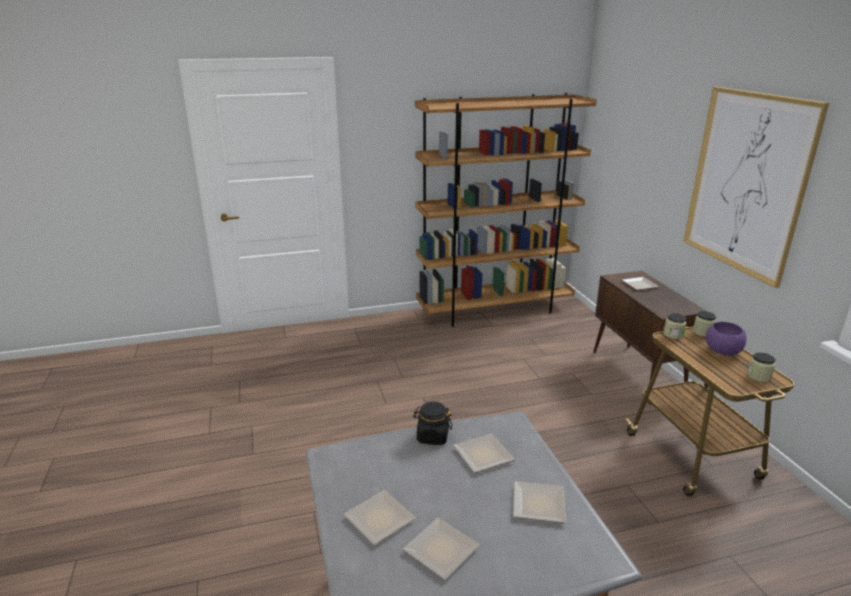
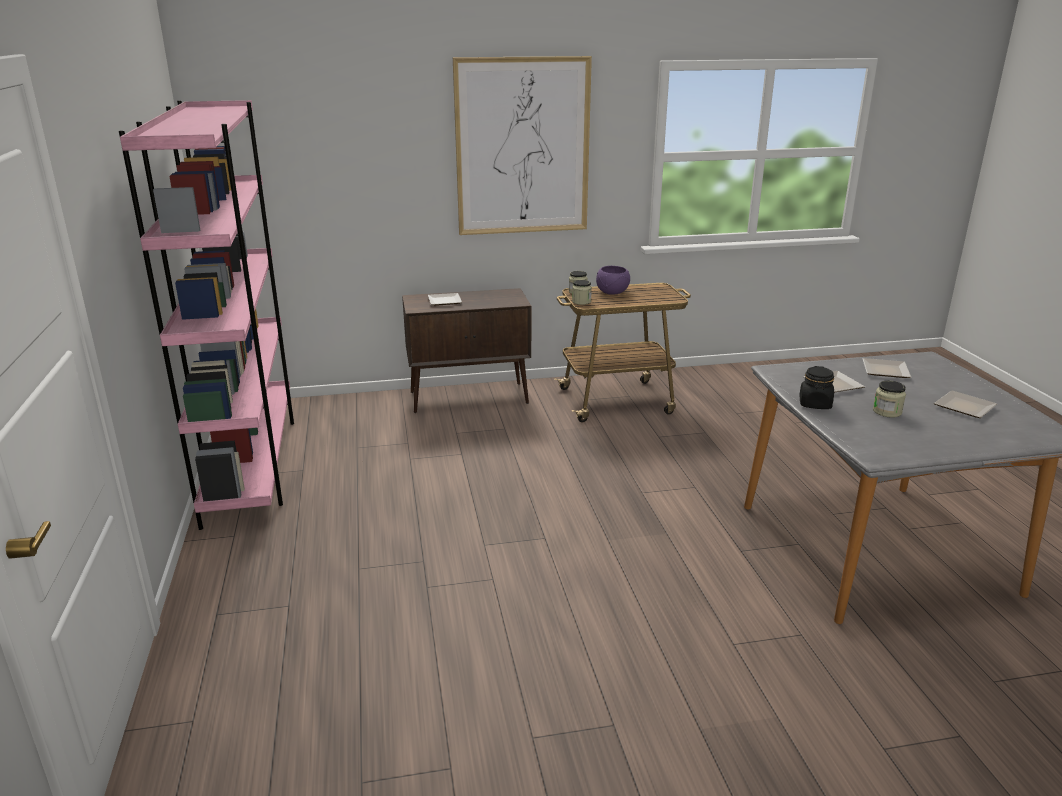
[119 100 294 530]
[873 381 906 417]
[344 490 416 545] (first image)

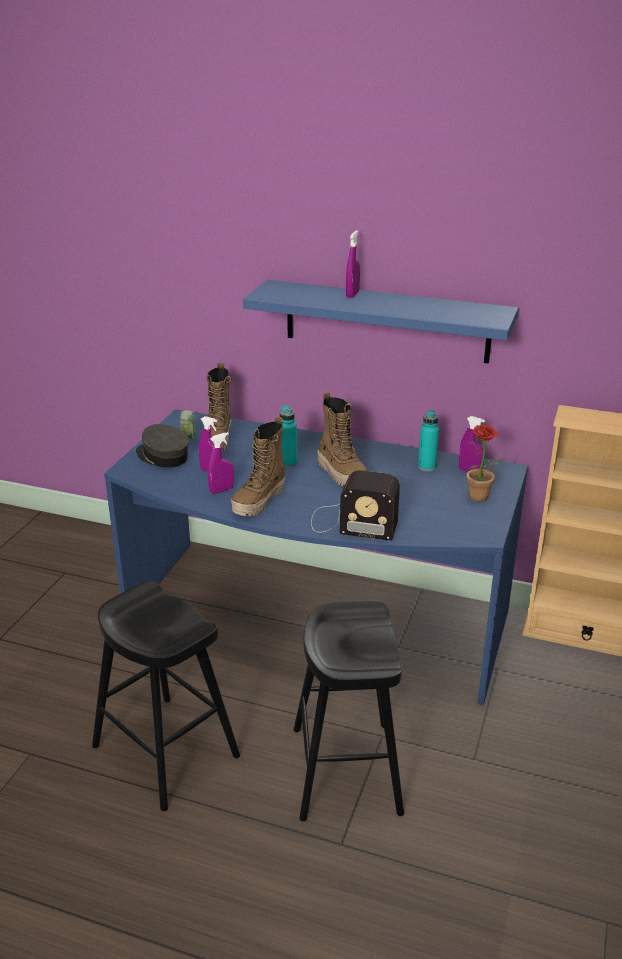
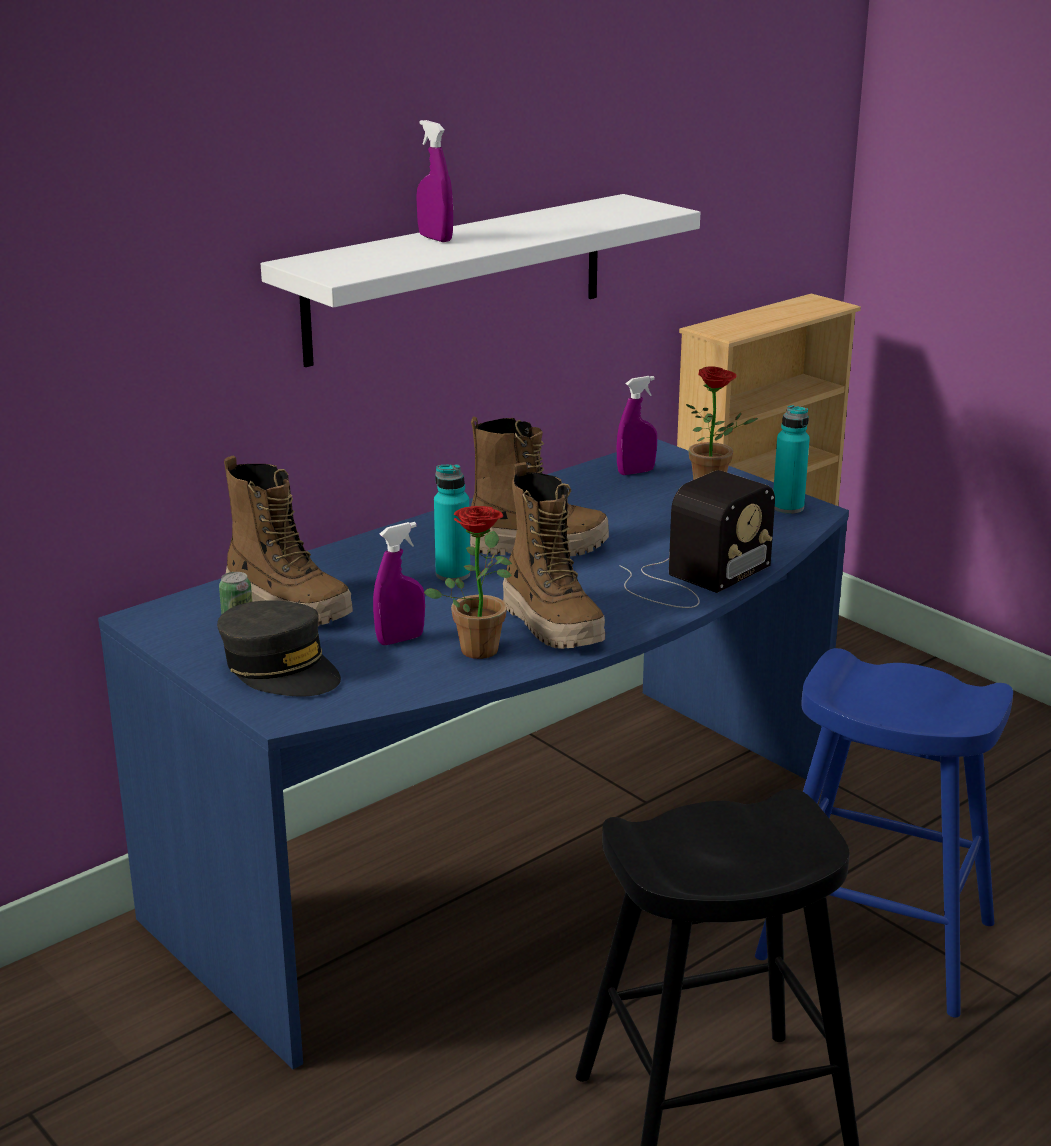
[217 600 341 696]
[261 194 700 367]
[423 506 512 659]
[755 648 1013 1017]
[773 405 810 514]

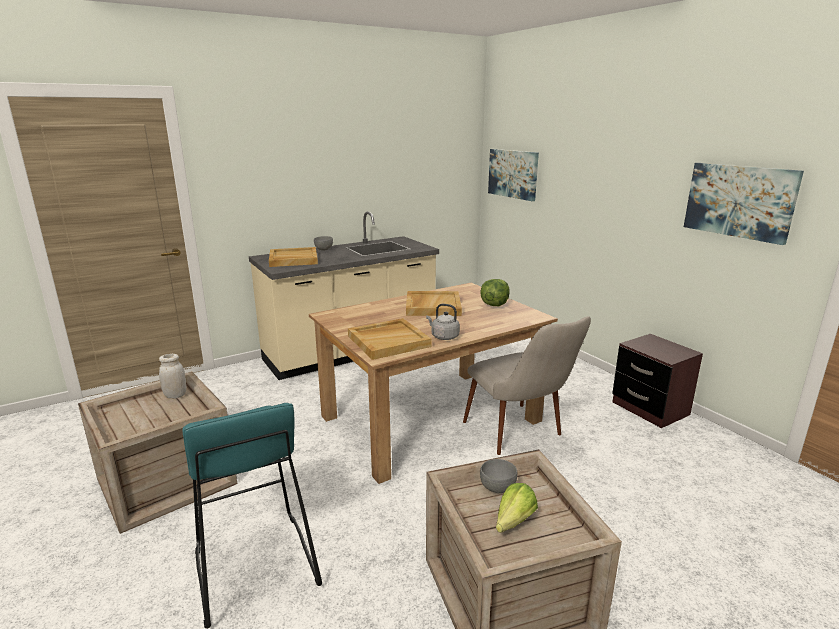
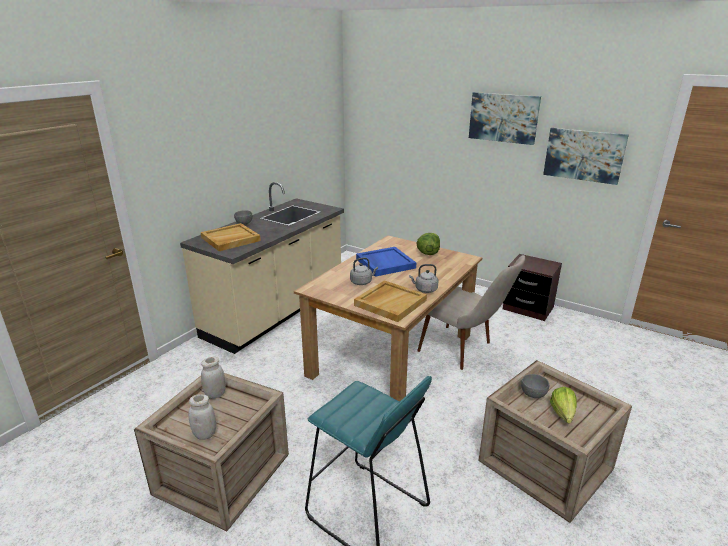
[188 394 216 440]
[350 258 378 285]
[356 247 416 277]
[469 92 541 145]

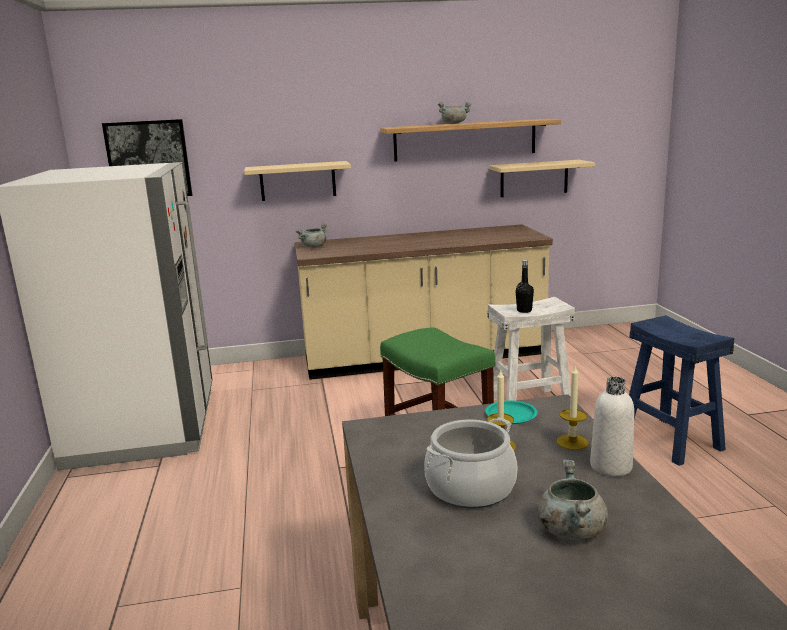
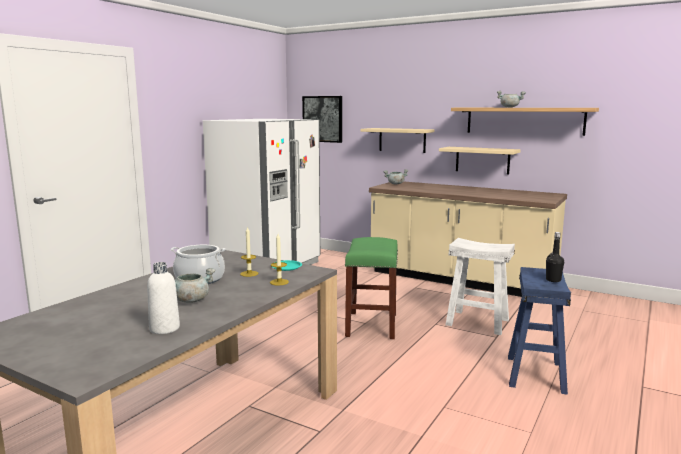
[147 262 180 334]
[439 147 520 174]
[546 232 564 282]

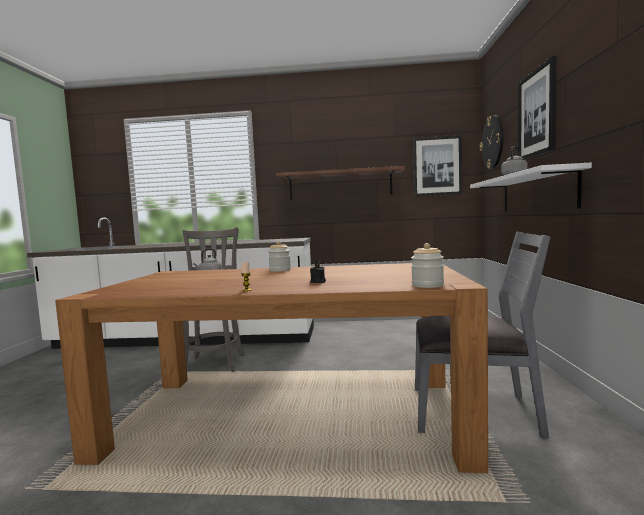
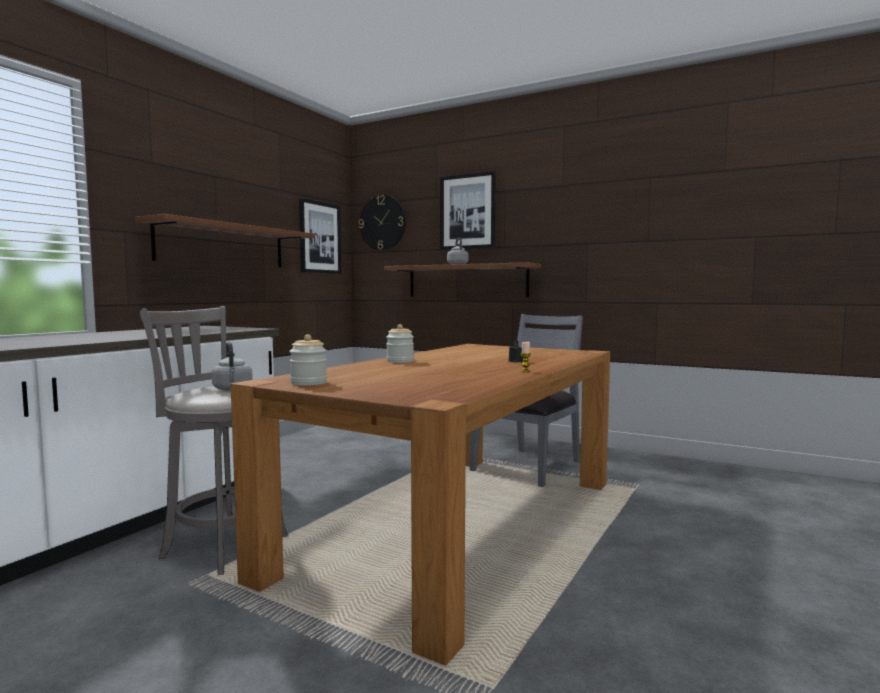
[289 334 327 386]
[384 262 541 297]

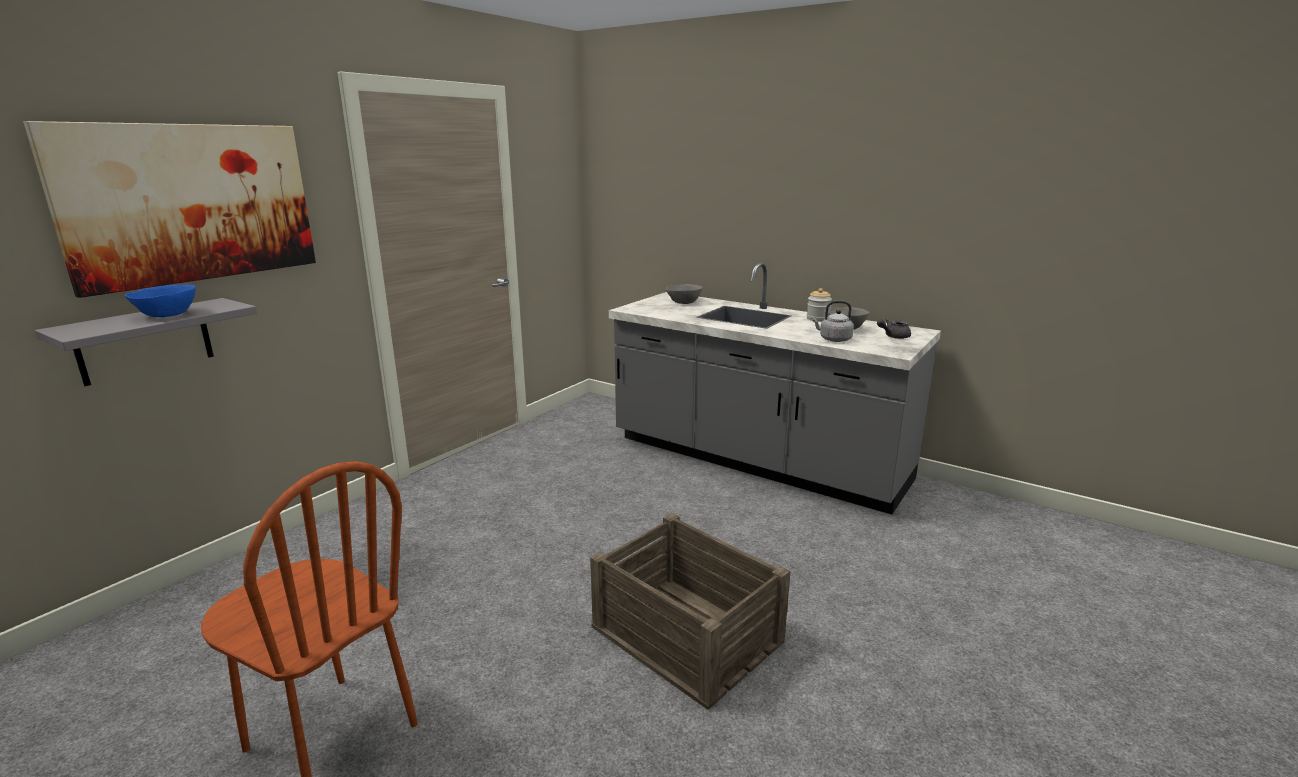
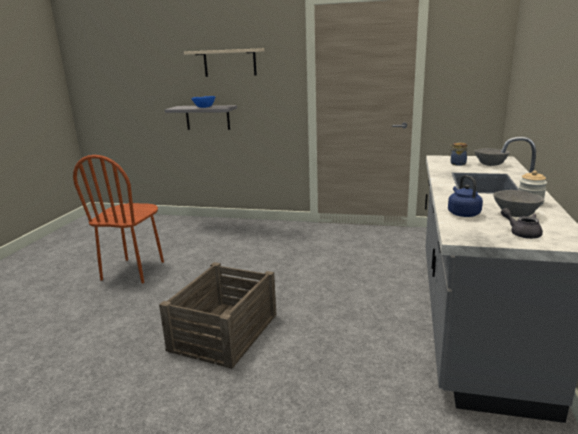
[184 48 264 77]
[448 175 483 217]
[449 143 468 166]

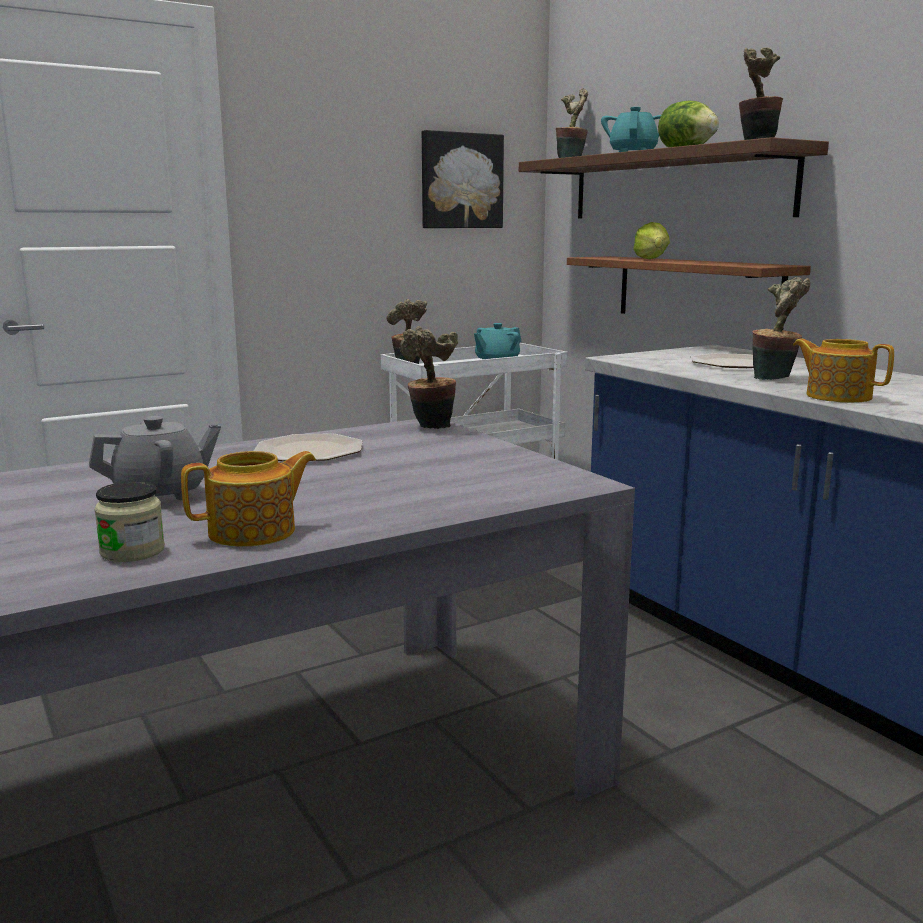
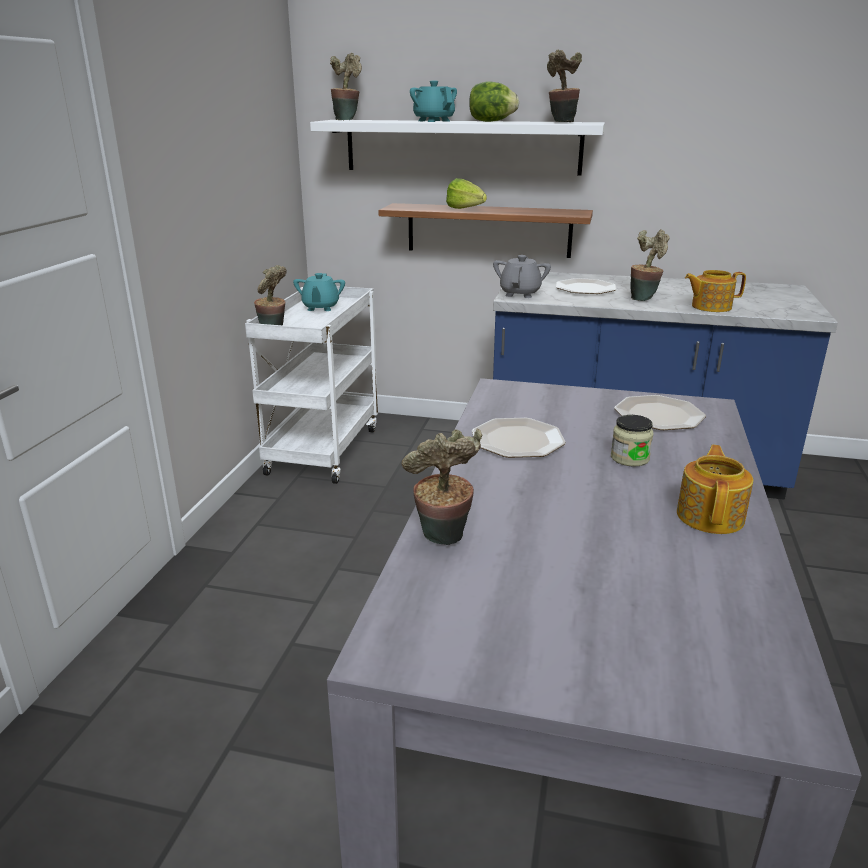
[310 120 605 176]
[401 429 482 545]
[493 255 551 298]
[611 415 653 467]
[614 395 706 430]
[422 130 504 228] (first image)

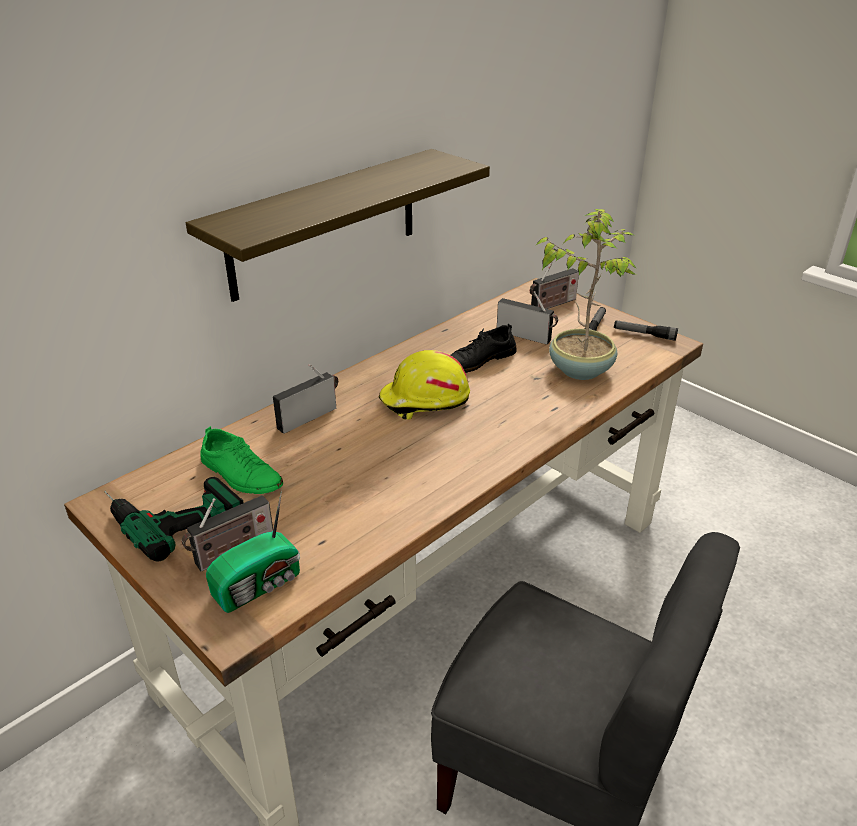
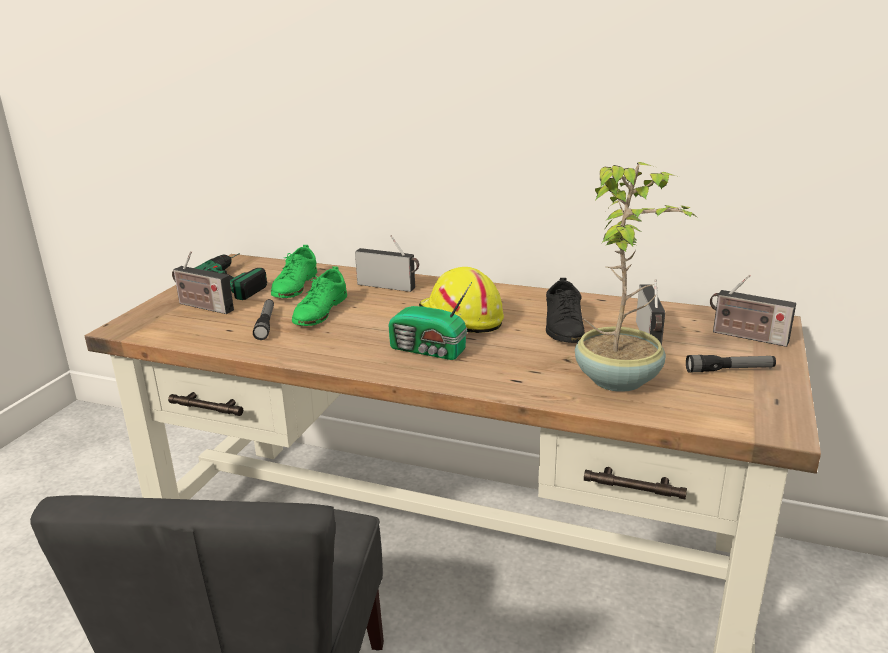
[253 299 274 340]
[292 266 347 326]
[388 282 472 360]
[546 278 585 343]
[186 149 490 302] (first image)

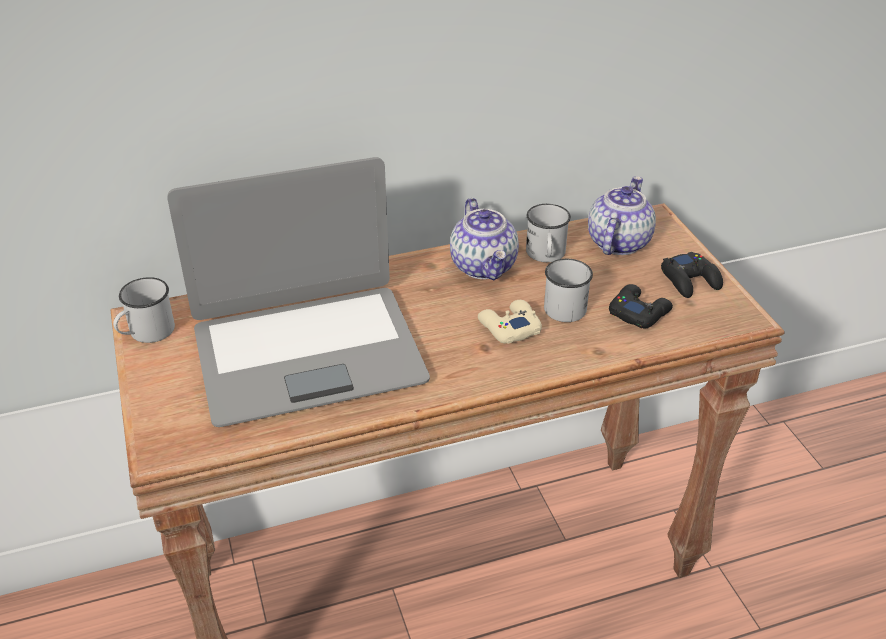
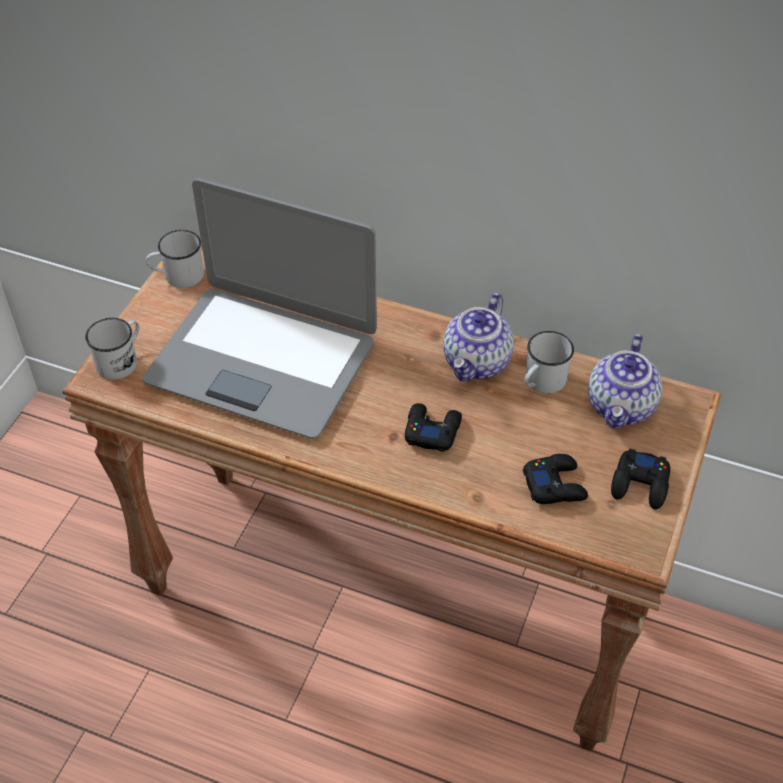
[85 318 139 380]
[405 403 462 452]
[588 334 662 428]

